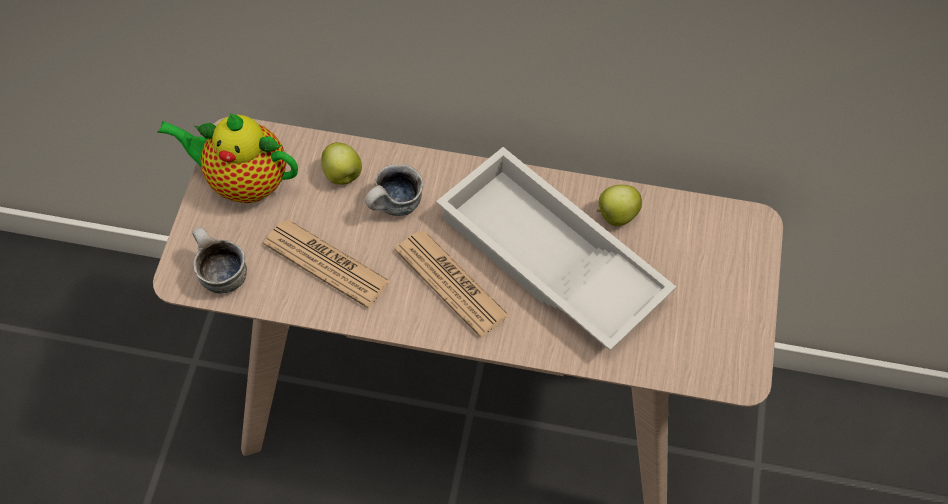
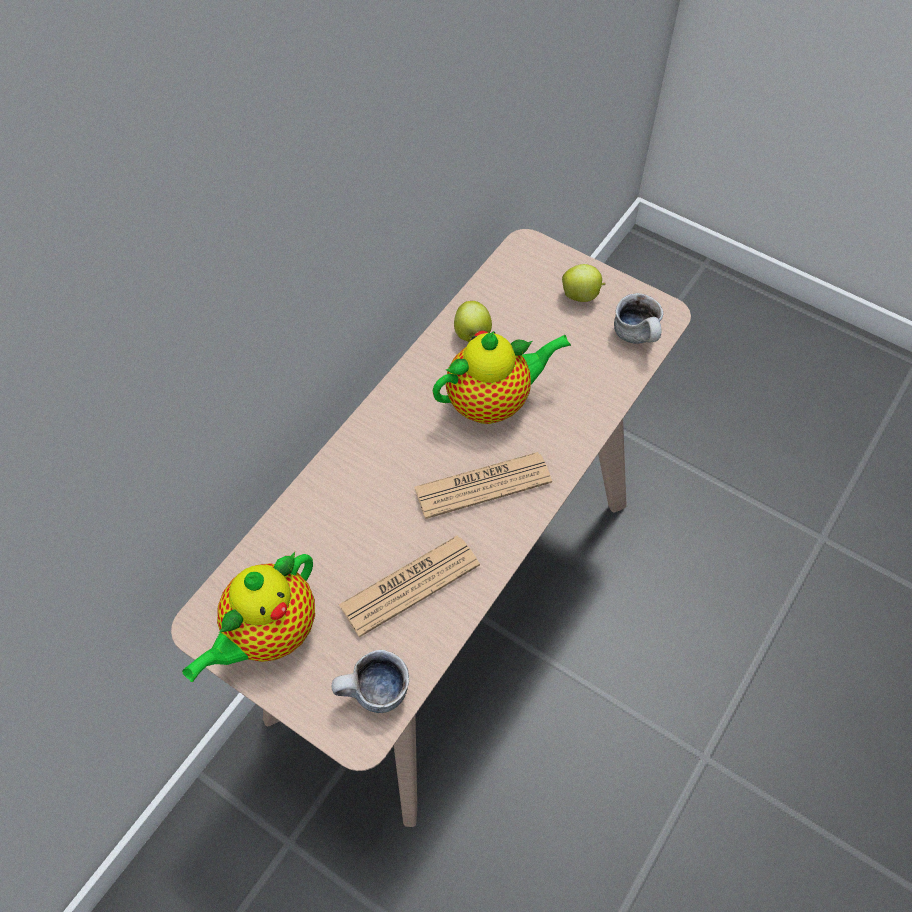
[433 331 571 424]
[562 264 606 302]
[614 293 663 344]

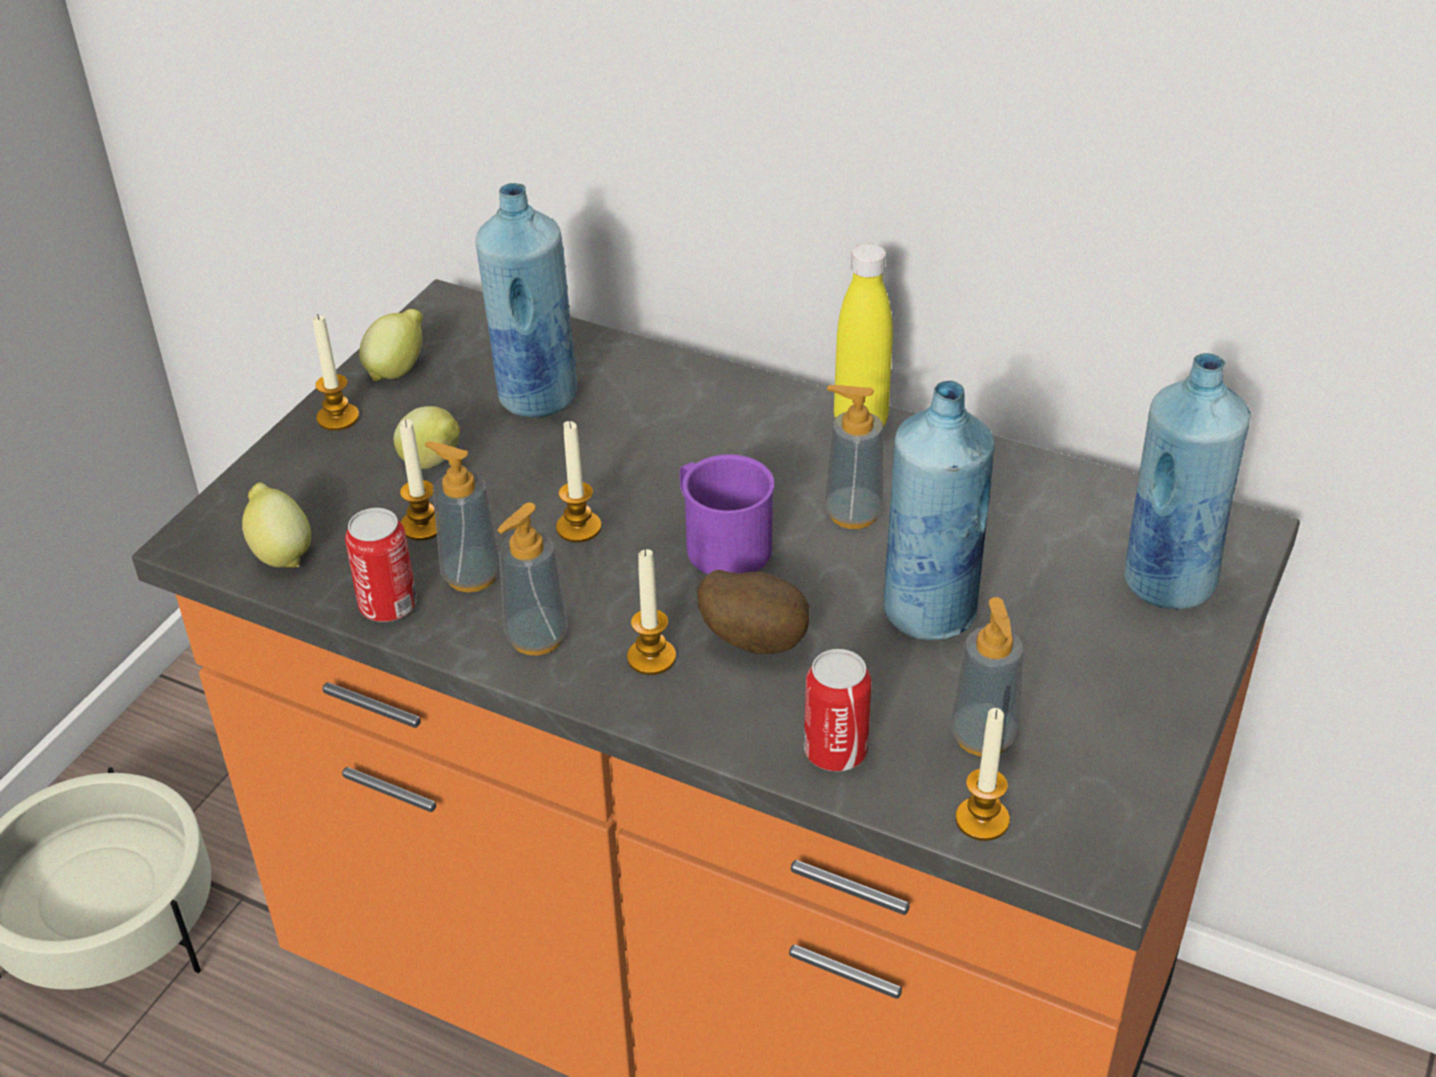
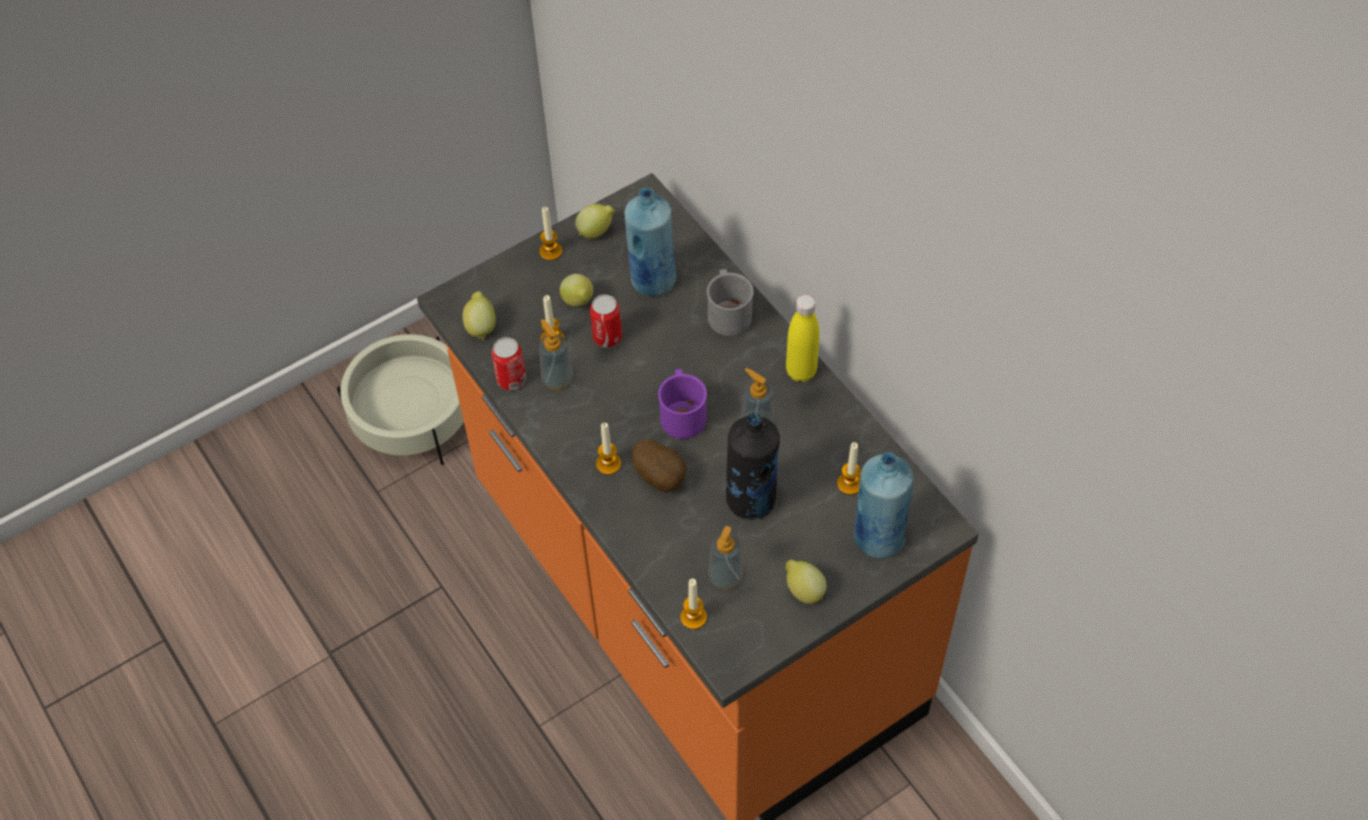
[590 295 622 348]
[707 269 754 336]
[726 413 780 520]
[786 559 827 604]
[837 442 861 495]
[497 503 568 655] (first image)

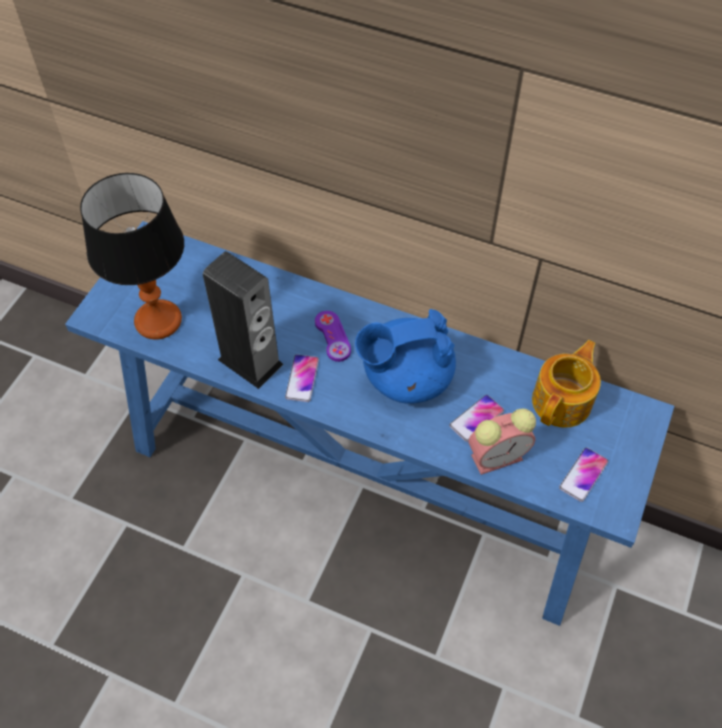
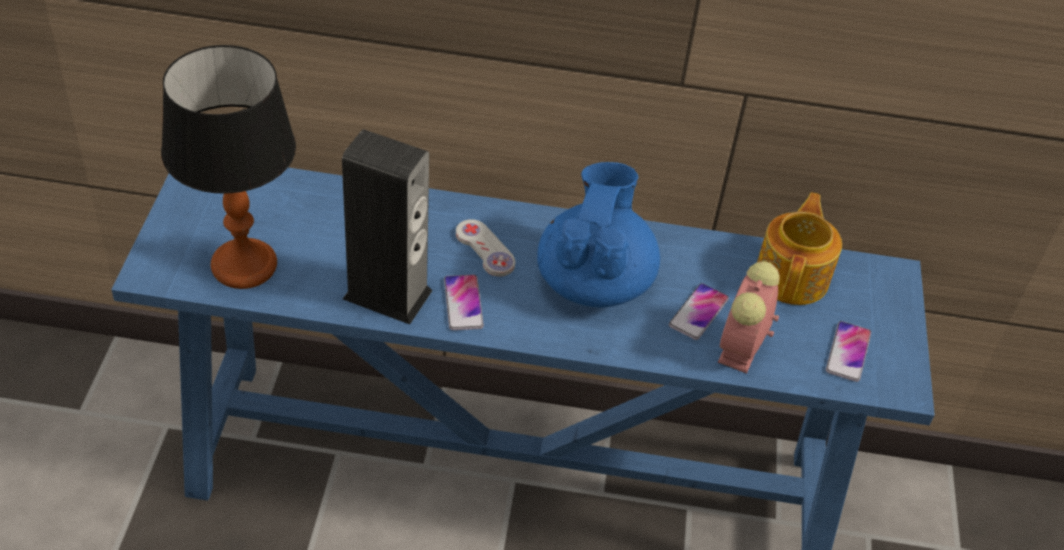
[456 219 515 277]
[537 162 660 307]
[718 261 780 373]

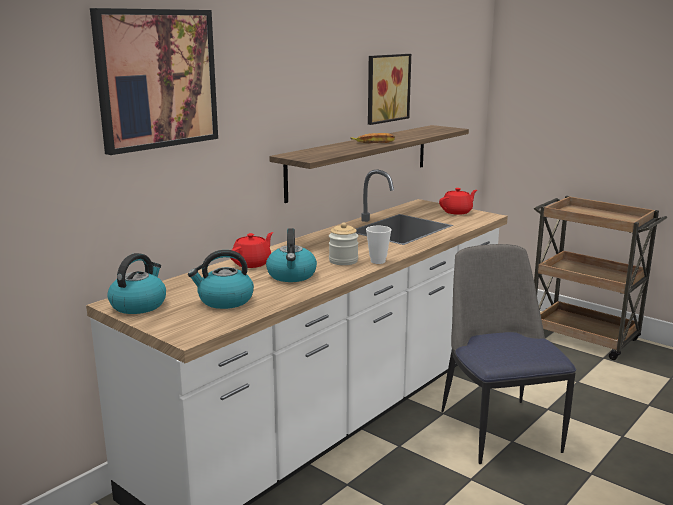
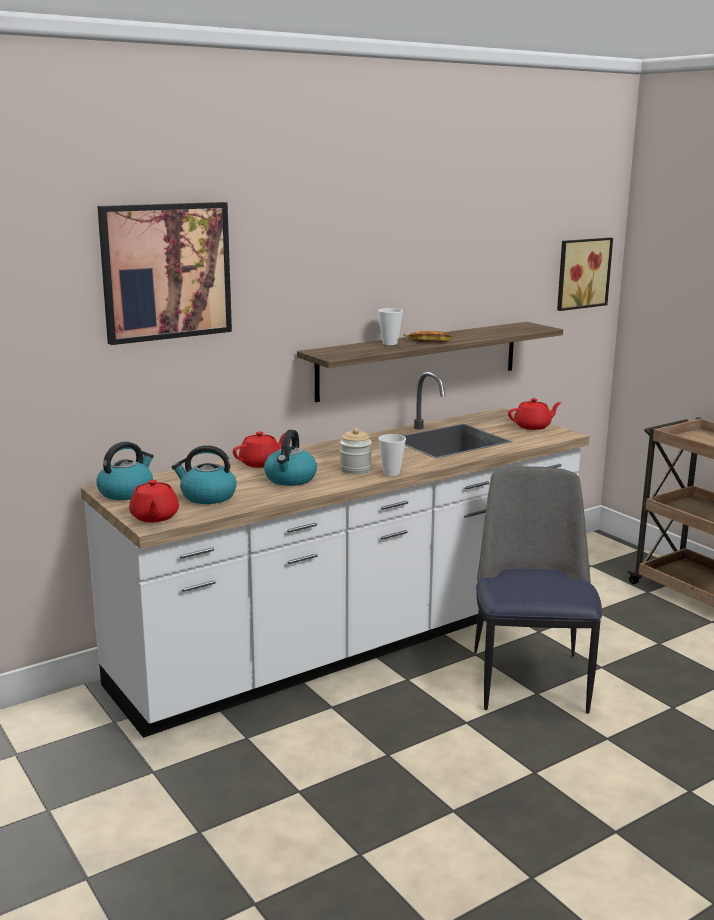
[129 480 179 522]
[378 308 403 345]
[557 238 613 311]

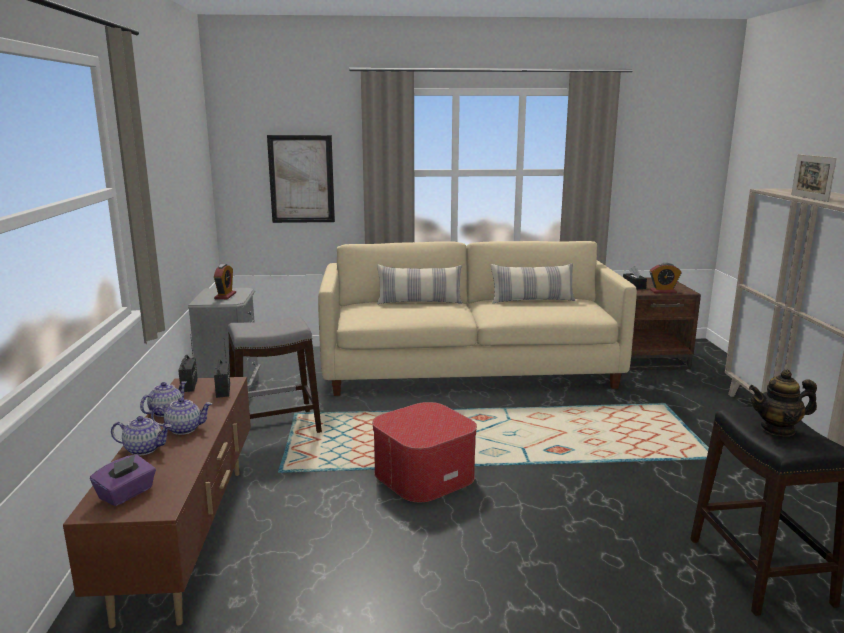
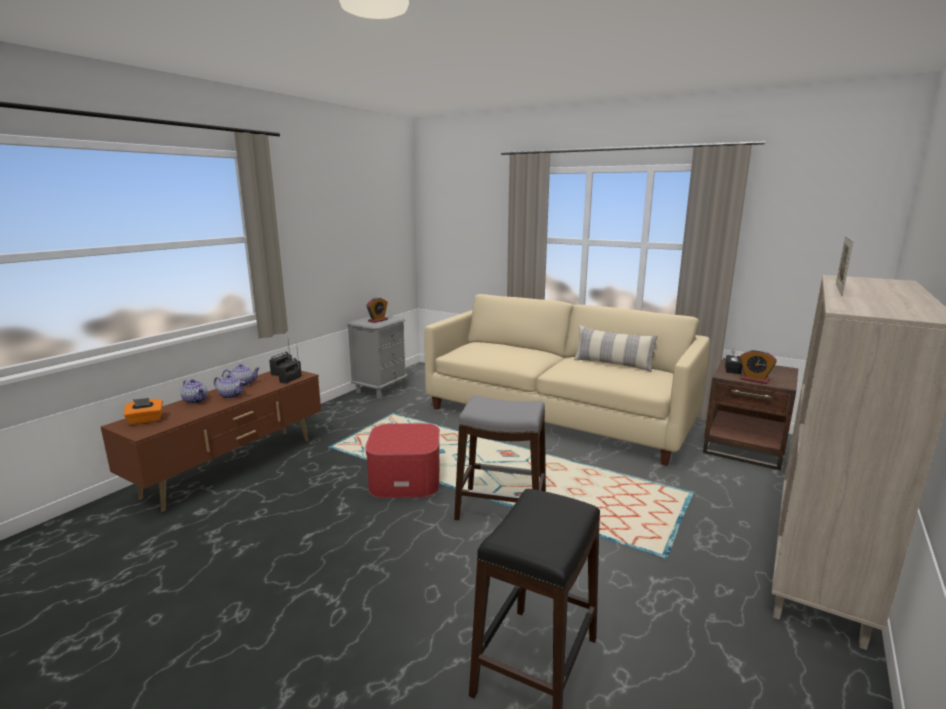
[124 398 163 425]
[454 395 546 520]
[267 135 335 223] (first image)
[377 264 462 304] (first image)
[749 370 817 436] (first image)

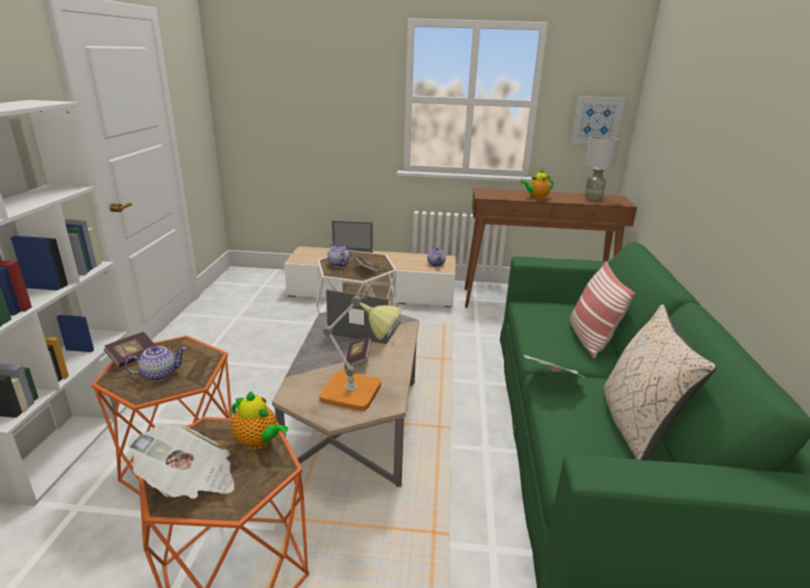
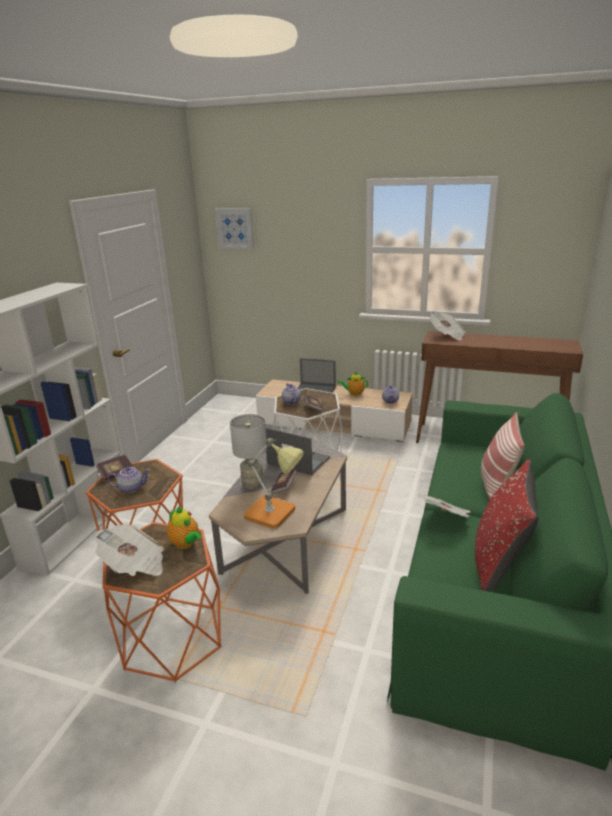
[215 208 254 249]
[230 414 267 490]
[338 371 368 396]
[429 311 466 340]
[475 459 538 592]

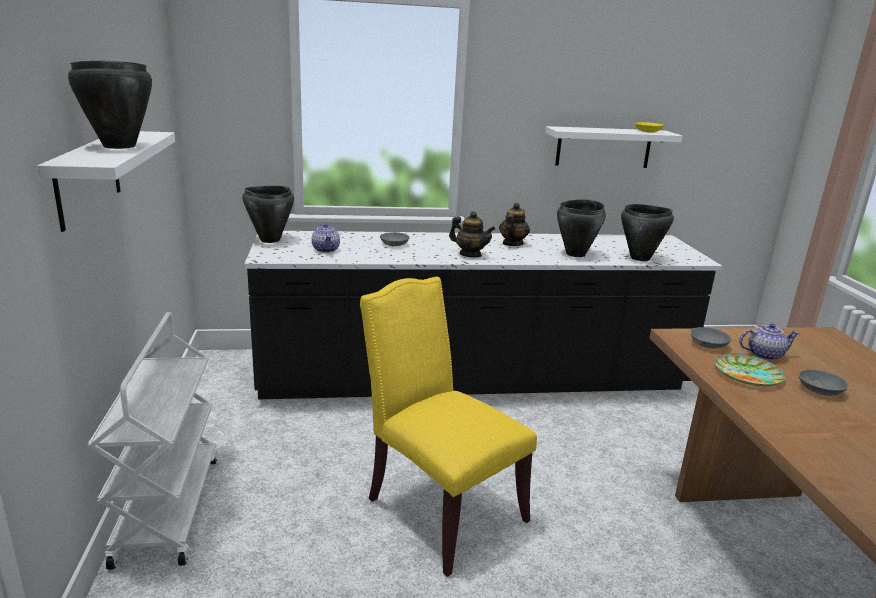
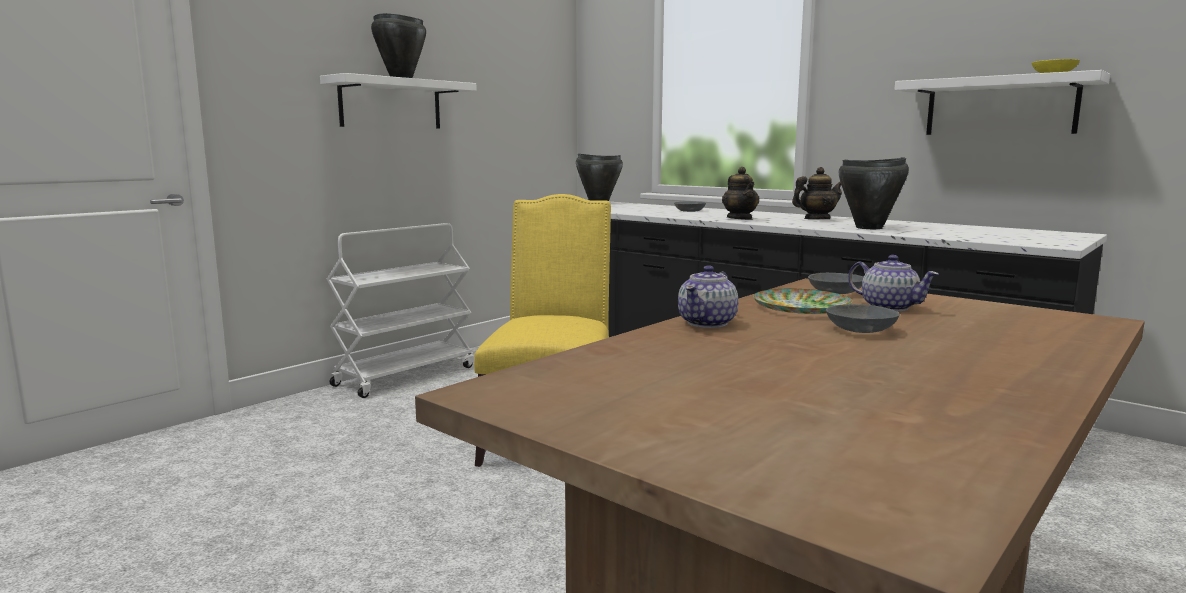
[678 265 738 328]
[621 204 674 261] (first image)

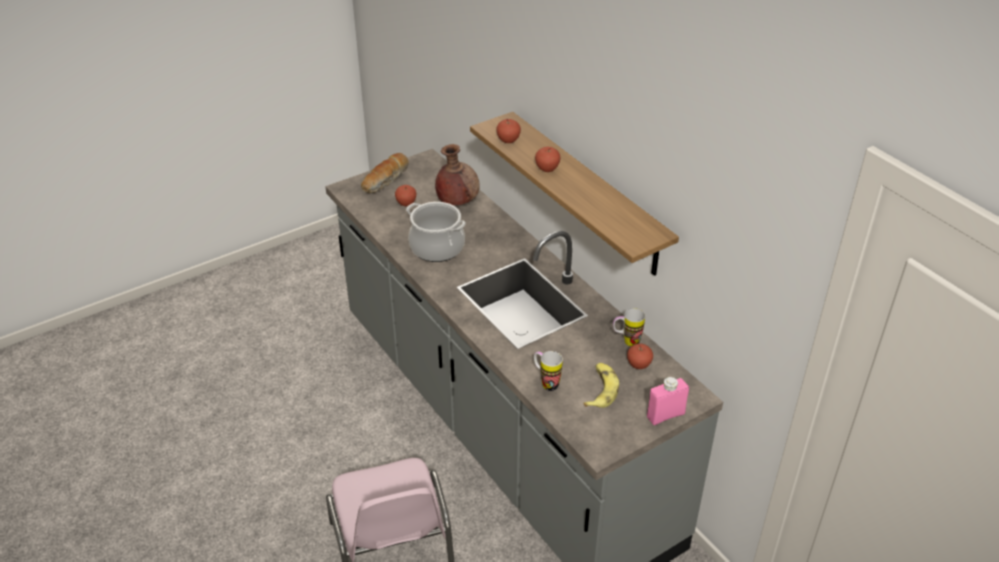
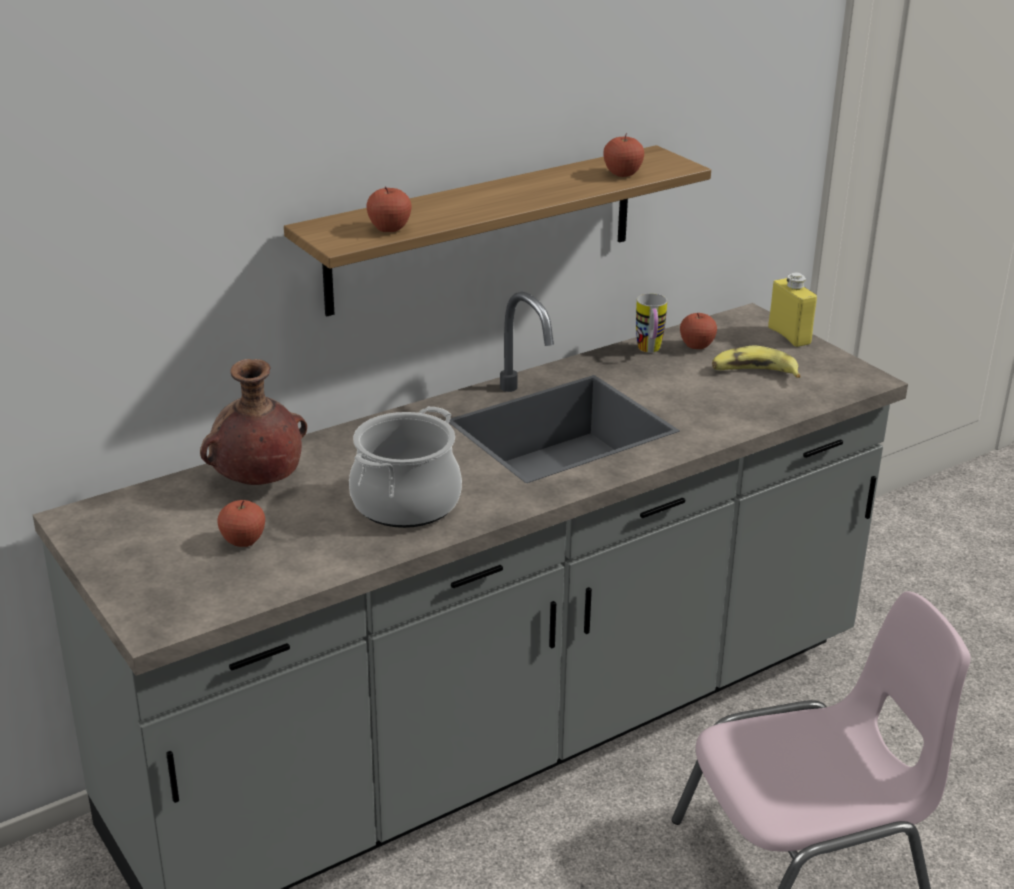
[603 133 644 177]
[768 272 817 347]
[361 153 409 193] (first image)
[534 351 563 391] (first image)

